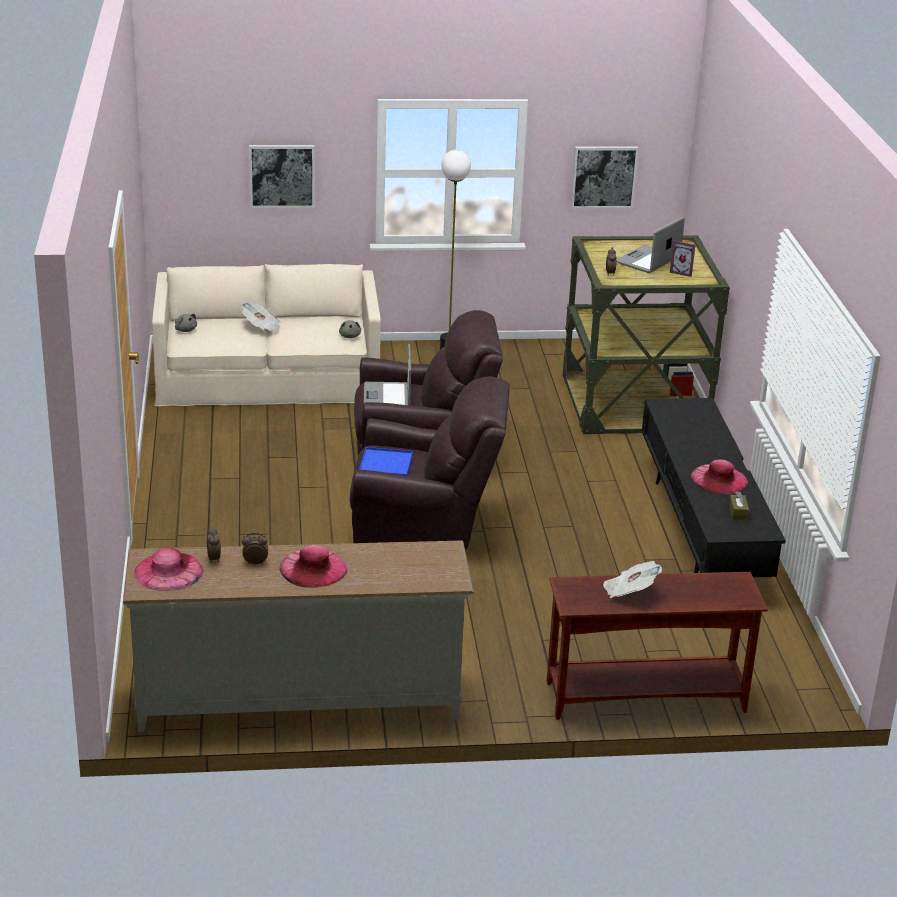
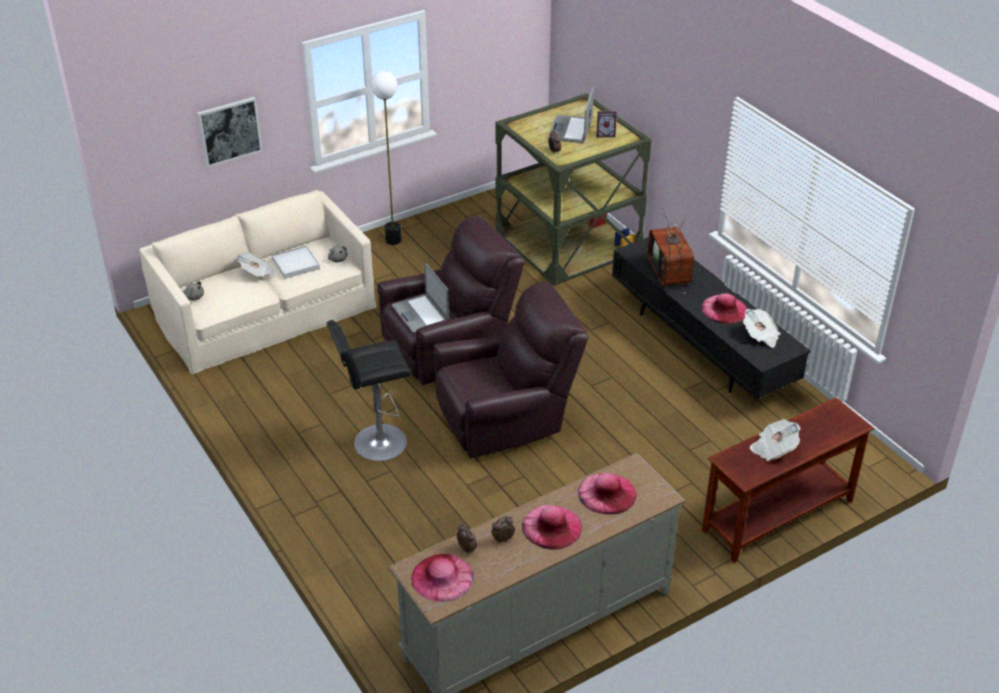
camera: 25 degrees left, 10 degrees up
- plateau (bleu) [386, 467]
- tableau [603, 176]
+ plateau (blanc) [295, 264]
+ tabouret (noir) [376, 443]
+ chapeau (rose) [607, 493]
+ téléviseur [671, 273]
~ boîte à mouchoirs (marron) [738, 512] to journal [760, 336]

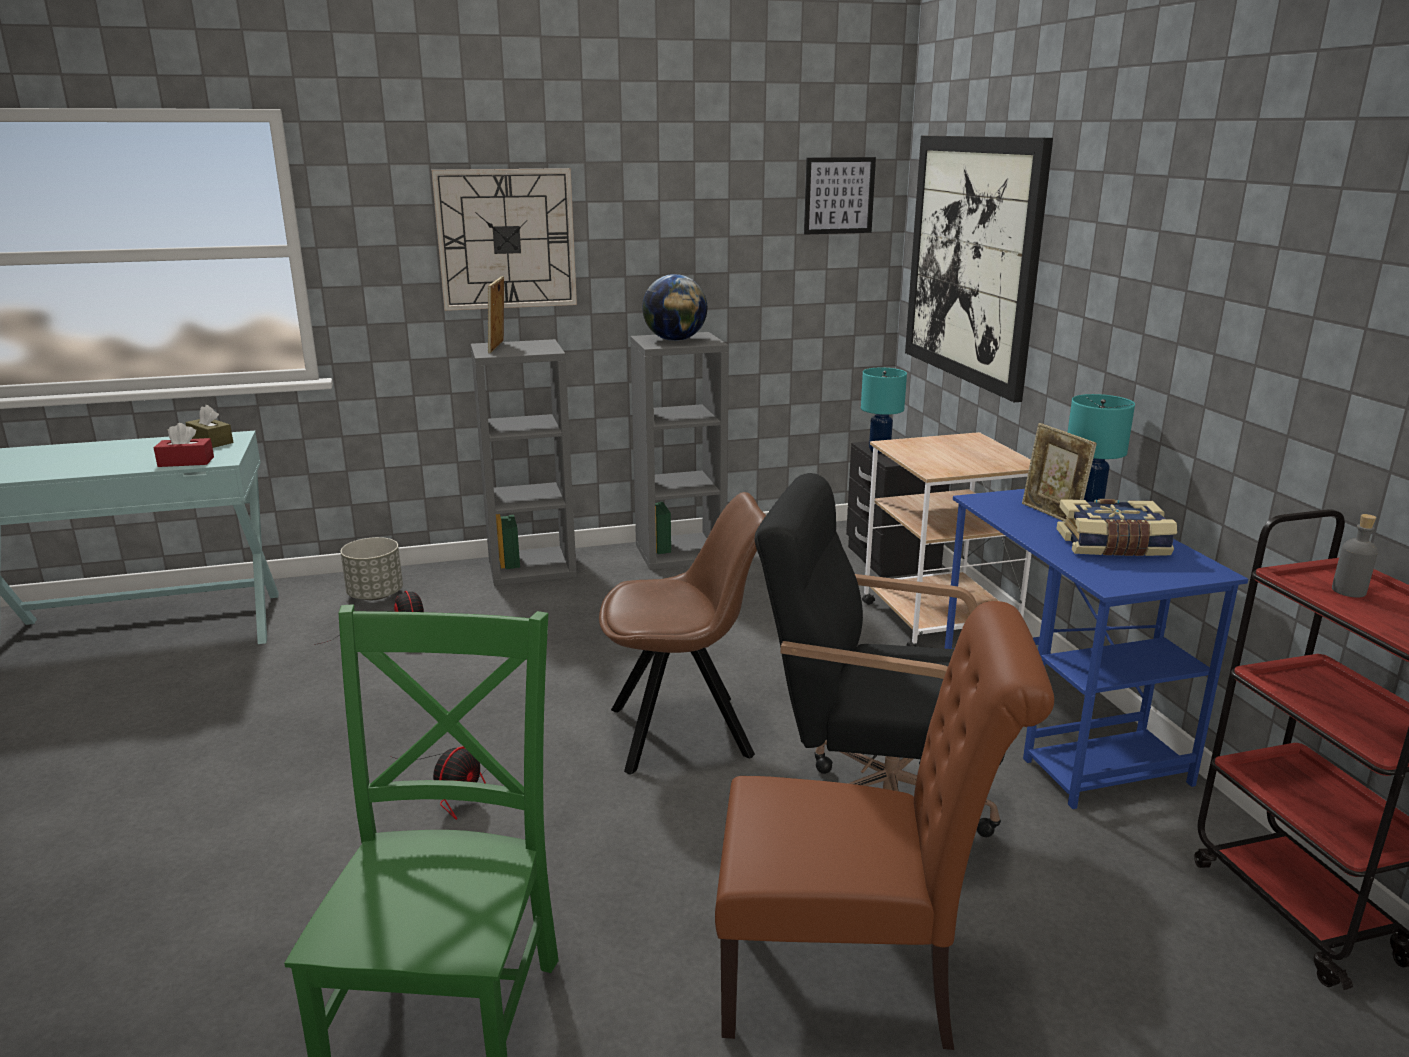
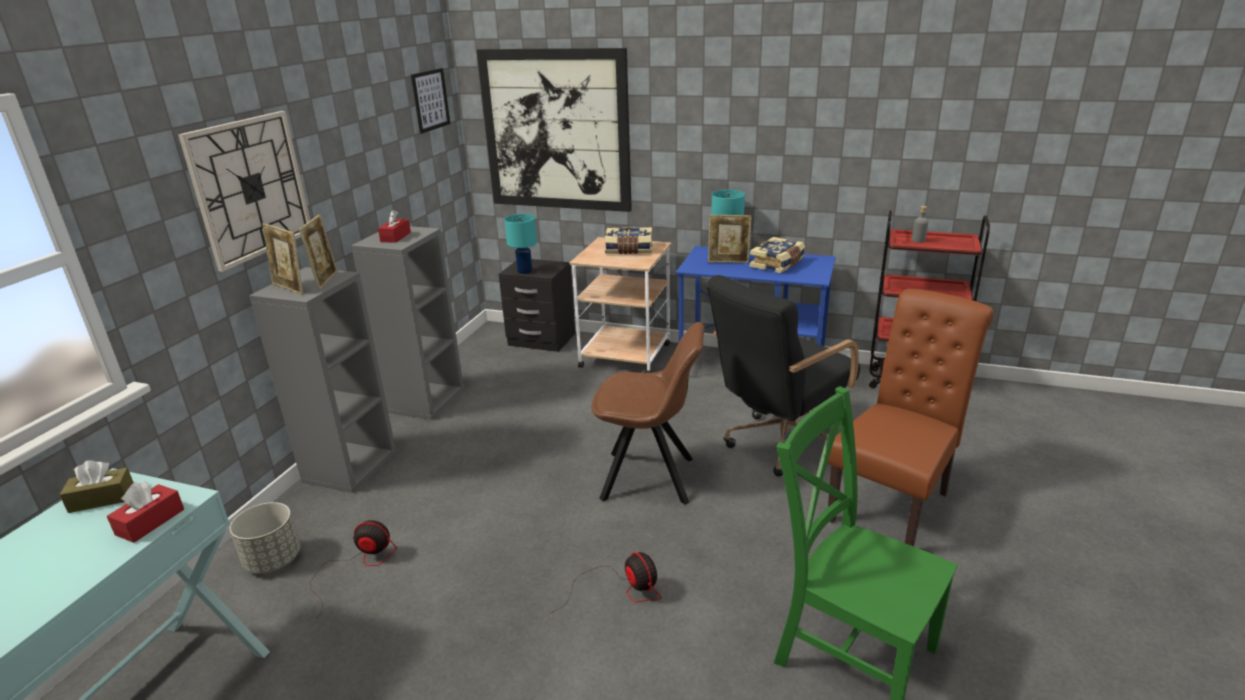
camera: 55 degrees left, 5 degrees up
+ cadre photo [325, 280]
+ livre [629, 250]
~ globe [675, 340] to boîte à mouchoirs (rouge) [395, 237]
~ chaise (marron) [682, 733] = [649, 478] 75 degrees clockwise

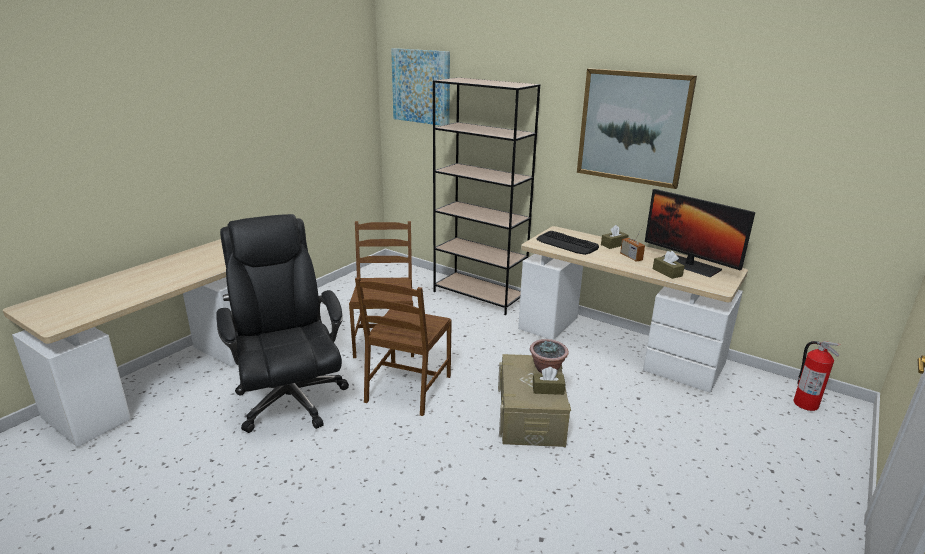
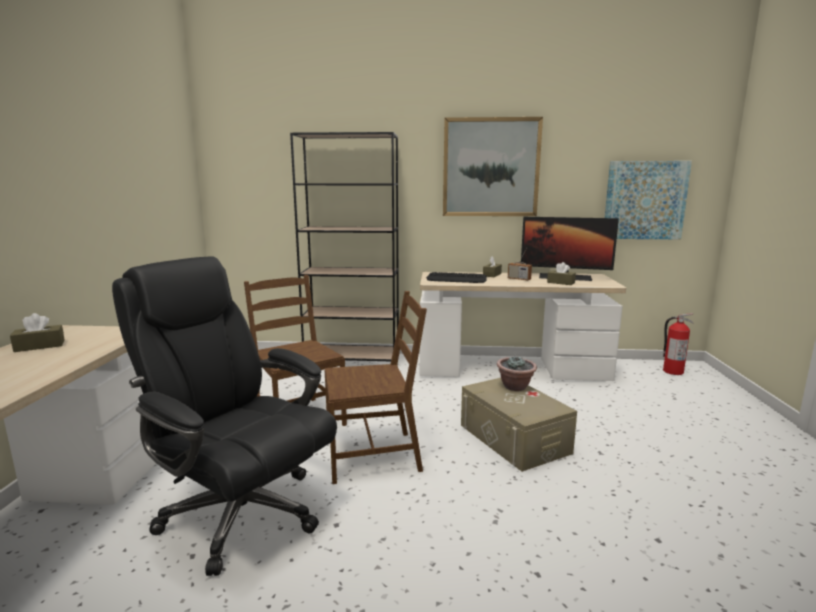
camera: 30 degrees left, 10 degrees down
~ tableau [421, 86] to [644, 200]
~ boîte à mouchoirs (marron) [548, 389] to [39, 346]
~ chaise (marron) [407, 389] = [373, 455] 90 degrees counterclockwise

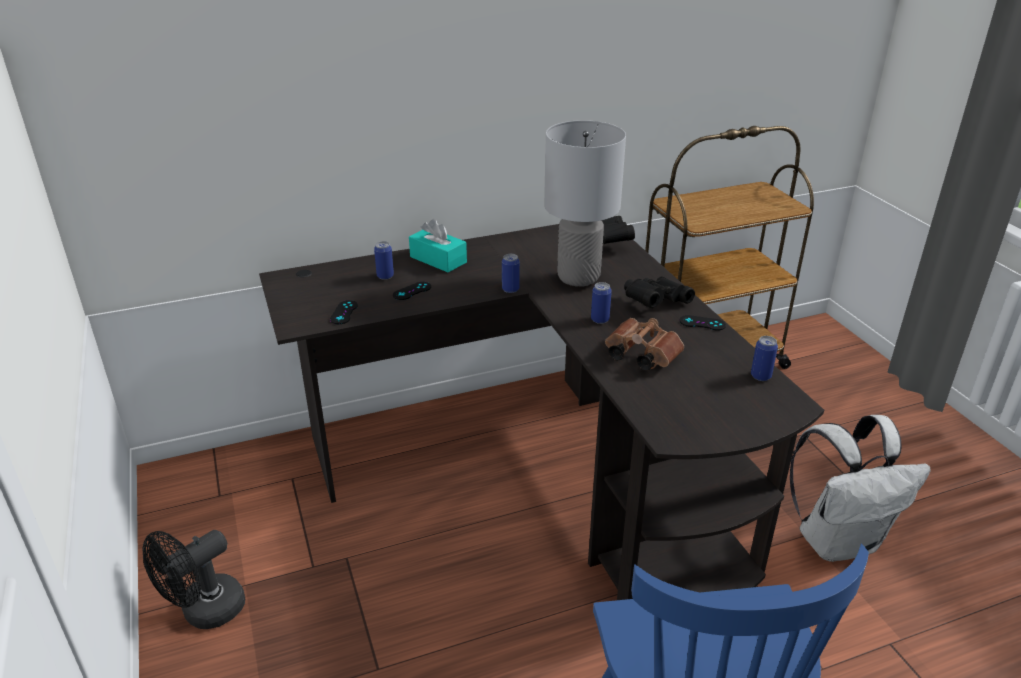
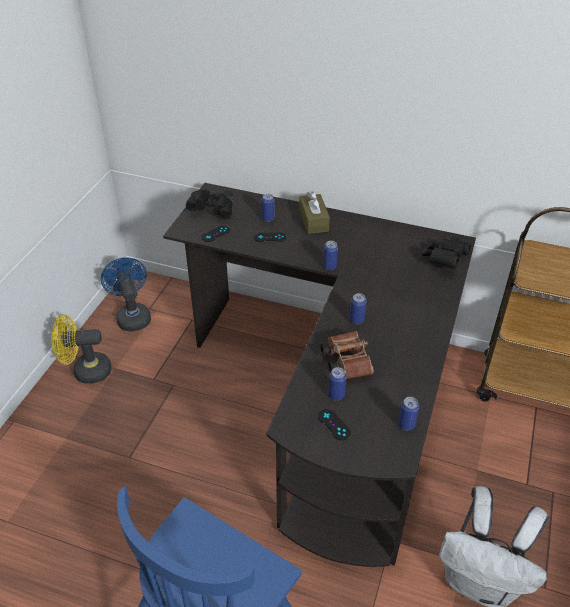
camera: 40 degrees right, 10 degrees up
- lampe de table (gris) [579, 280]
+ ventilateur (bleu) [132, 316]
+ boîte métallique [336, 395]
~ jumelles (noir) [654, 303] to [211, 210]
~ manette (noir) [702, 323] to [334, 424]
~ ventilateur (noir) [205, 612] to ventilateur (jaune) [86, 371]
~ boîte à mouchoirs (turquoise) [438, 259] to boîte à mouchoirs (marron) [313, 221]

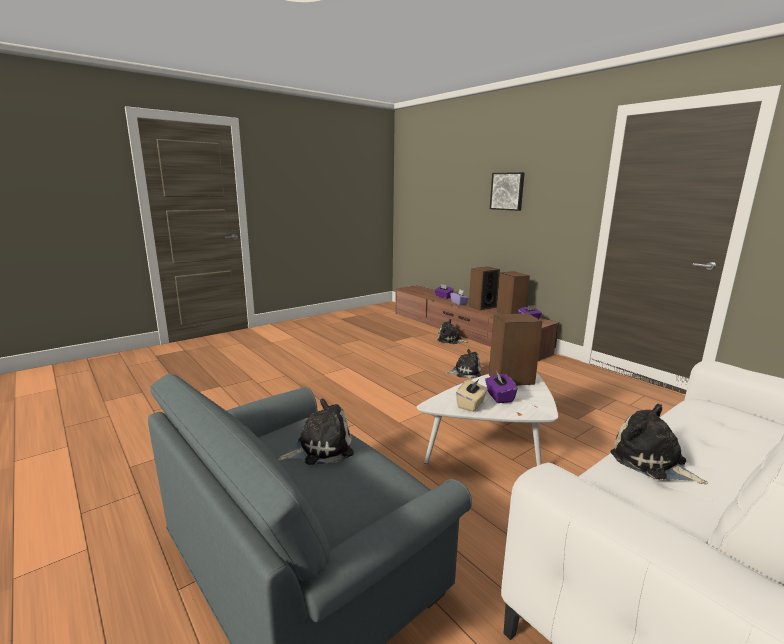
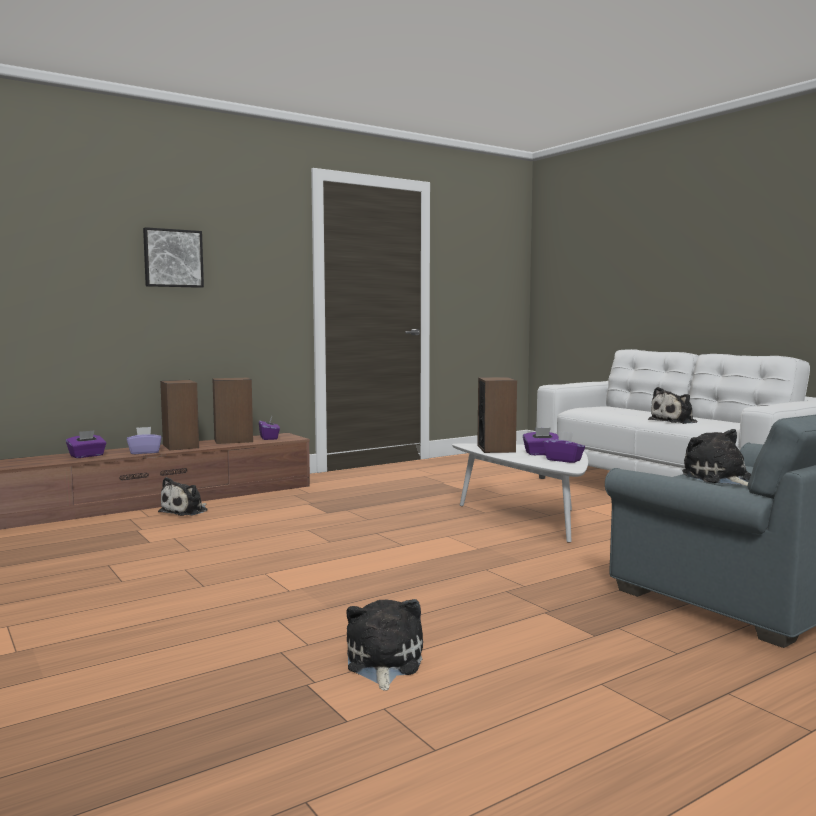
camera: 85 degrees left, 10 degrees down
~ peluche [465, 372] to [383, 663]
~ boîte à mouchoirs (beige) [471, 404] to boîte à mouchoirs (violet) [563, 460]

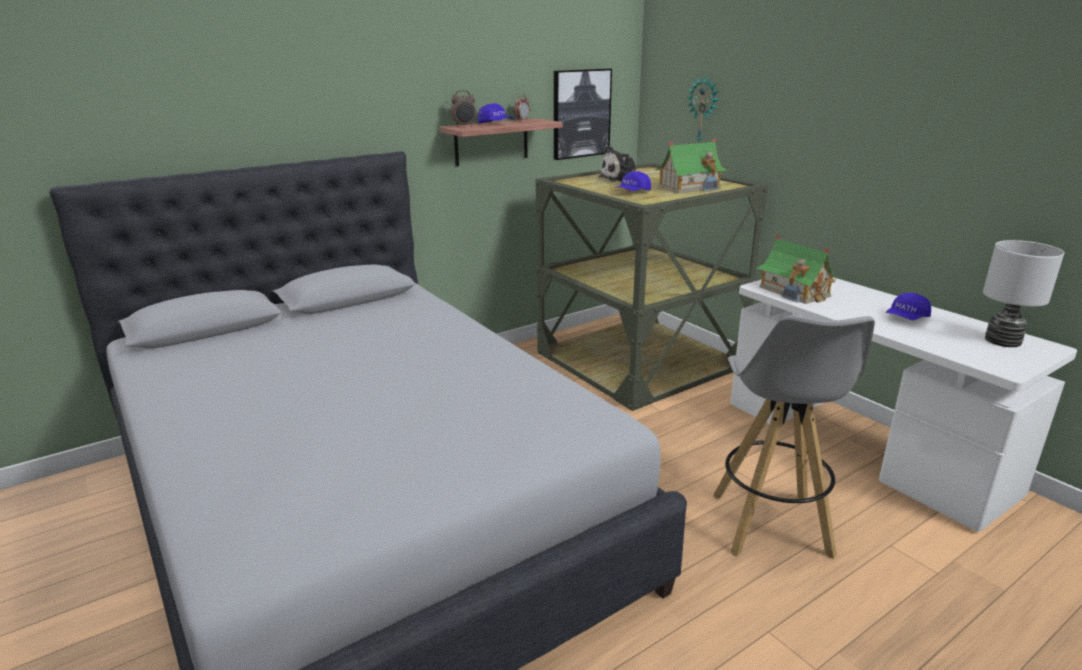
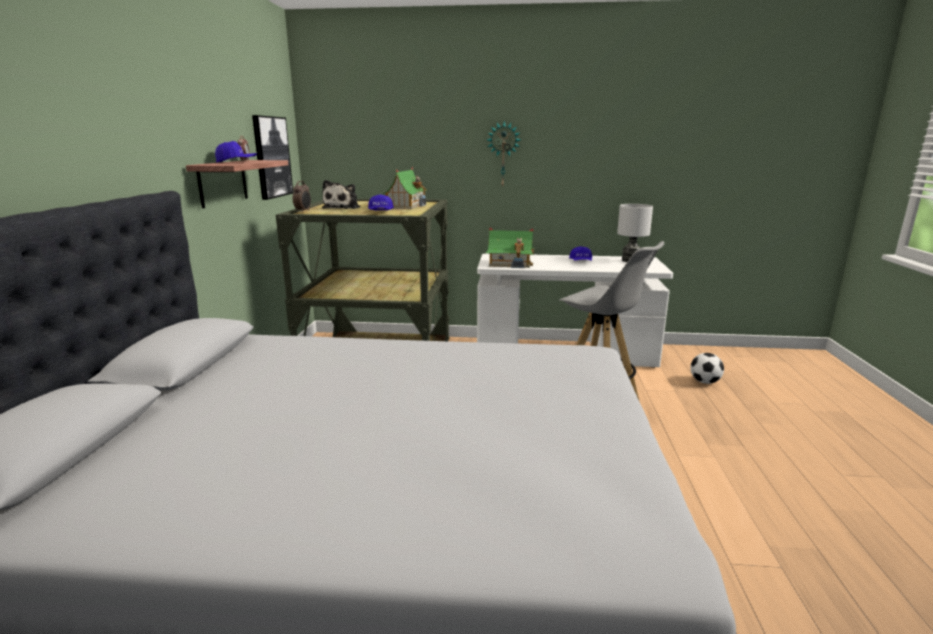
camera: 50 degrees left, 5 degrees down
+ ballon de foot [704, 382]
~ réveil [464, 126] to [303, 211]
~ horloge murale [703, 116] to [503, 154]

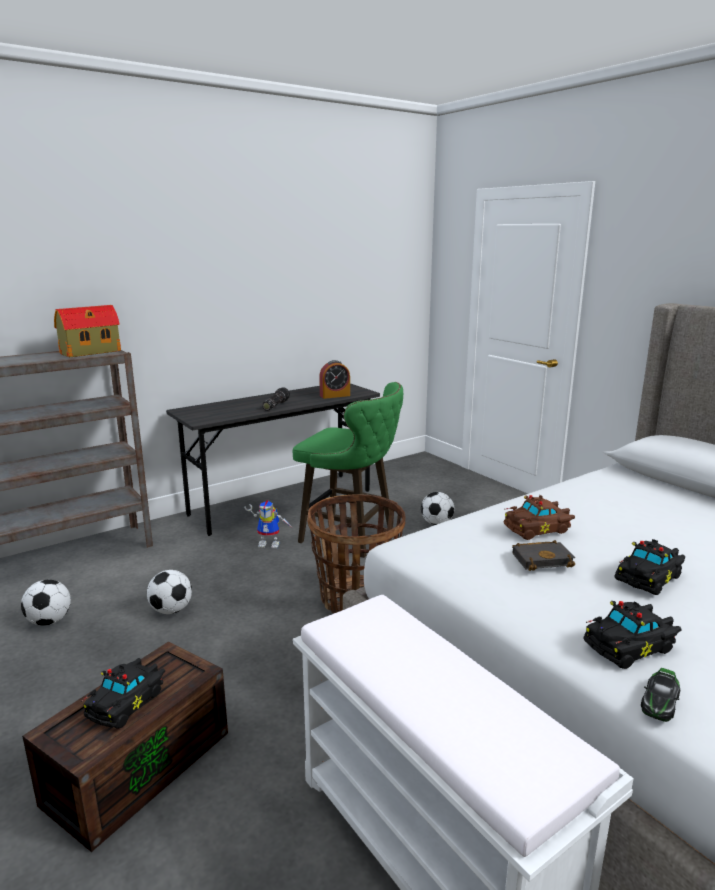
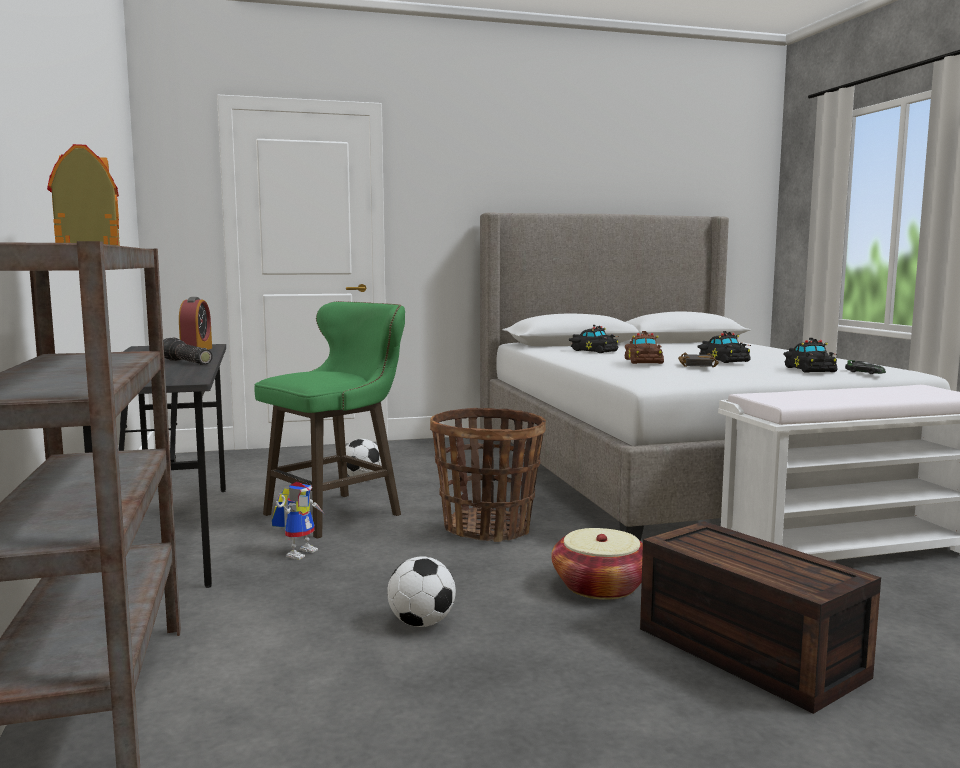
camera: 70 degrees left, 10 degrees down
- ballon de foot [49, 621]
+ panier [600, 587]
~ petite voiture (noir) [127, 702] to [593, 350]

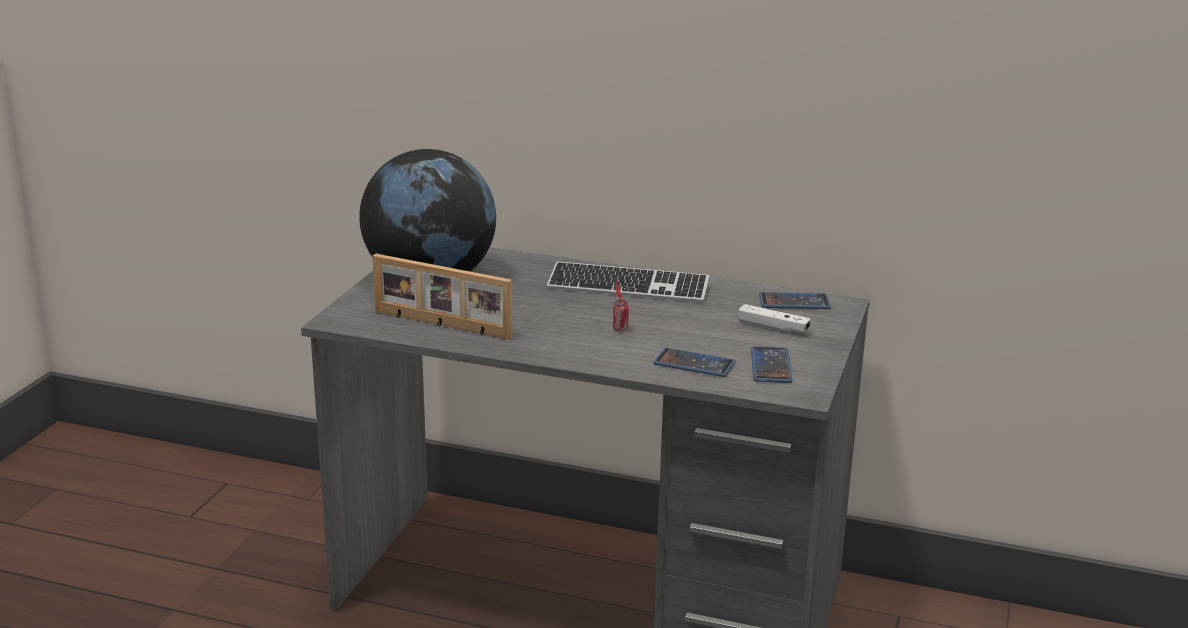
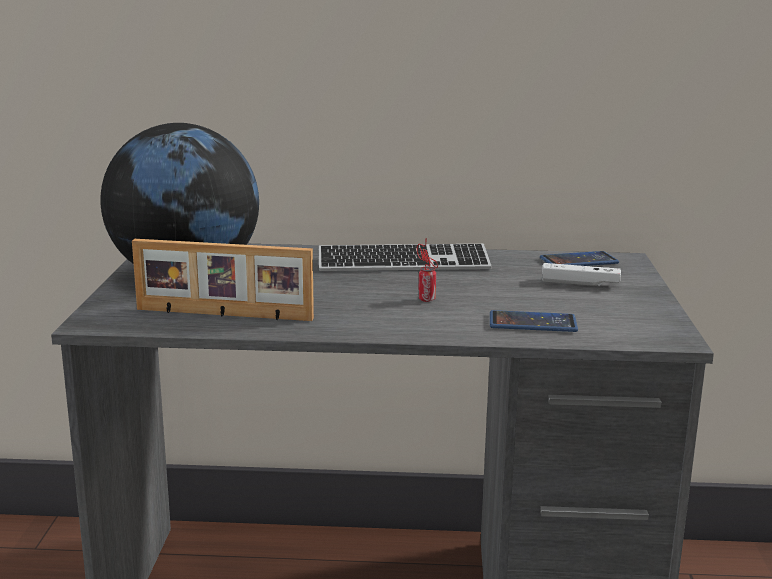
camera: 15 degrees left, 5 degrees down
- téléphone [771, 366]

